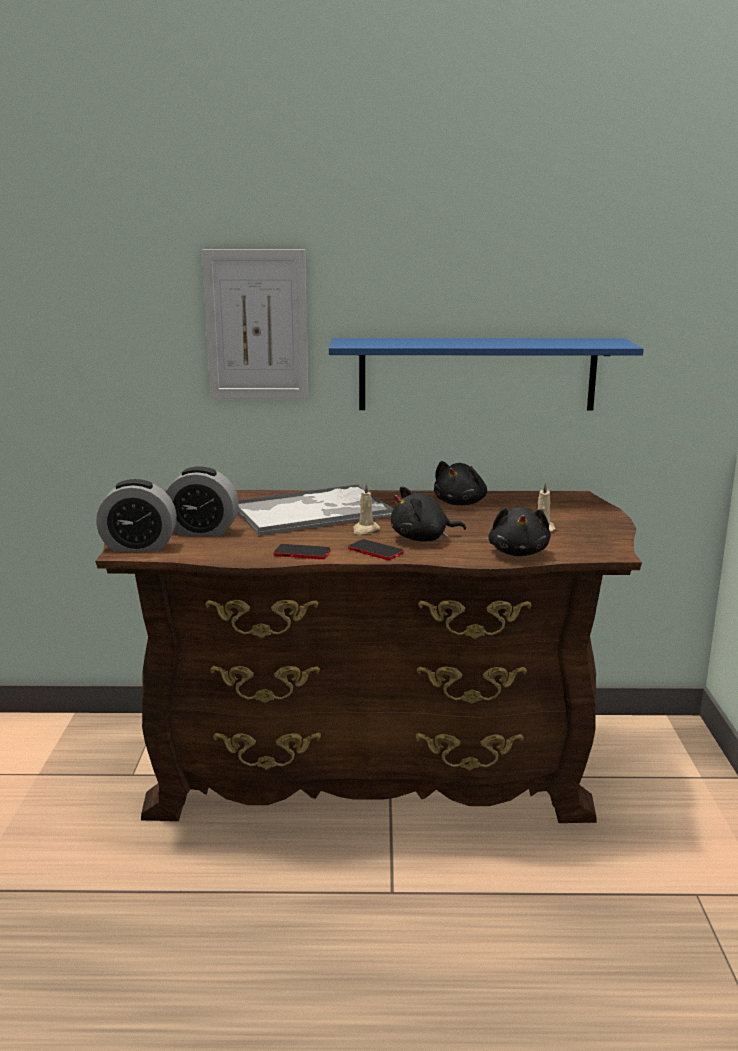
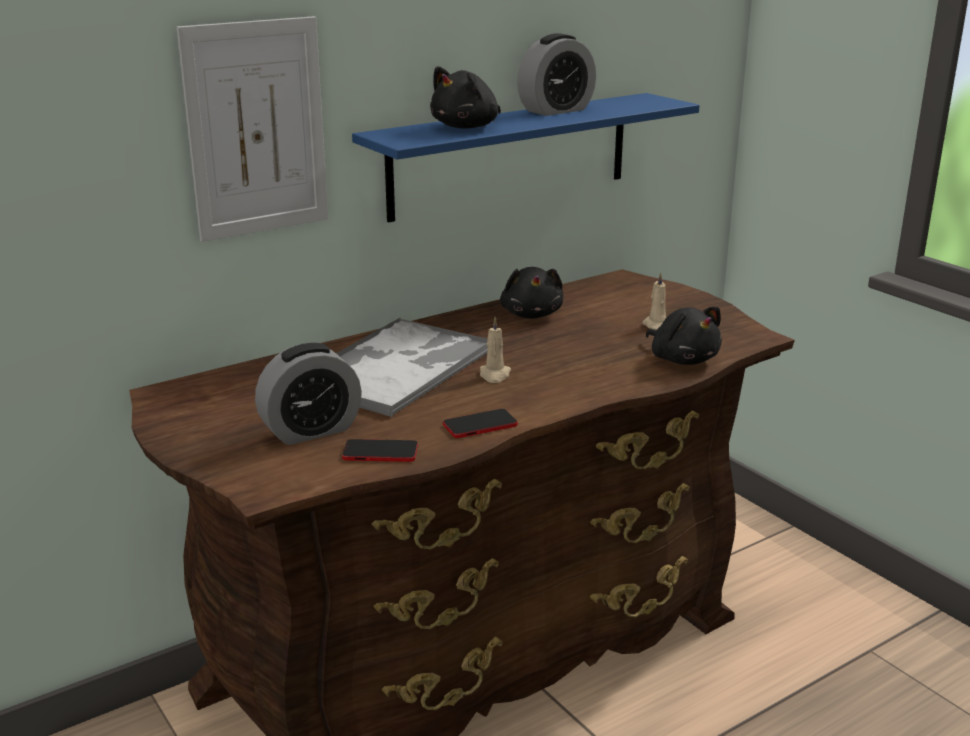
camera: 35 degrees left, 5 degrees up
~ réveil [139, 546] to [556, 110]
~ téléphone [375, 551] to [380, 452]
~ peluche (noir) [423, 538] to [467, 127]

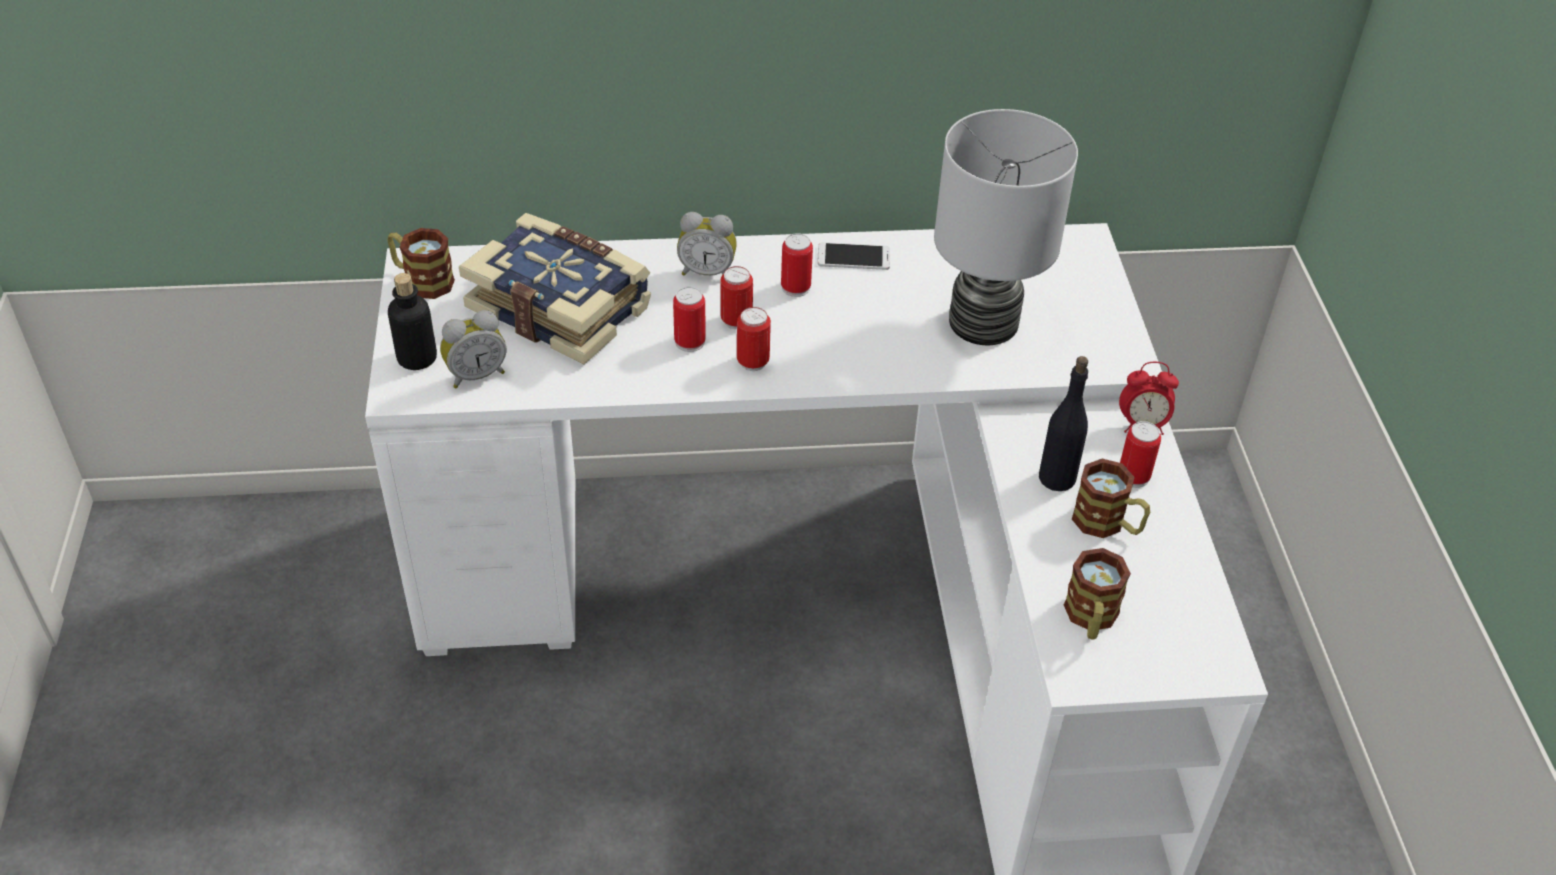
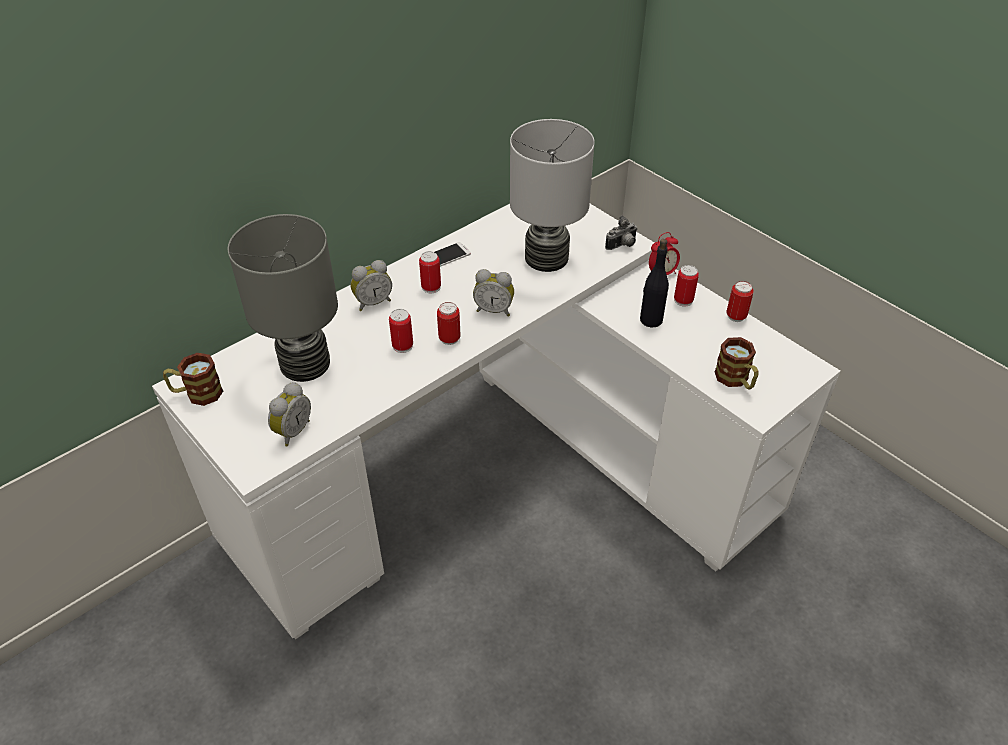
camera: 35 degrees left, 0 degrees up
- bouteille [417, 358]
- mug [1107, 524]
+ réveil [494, 310]
+ appareil photo [622, 246]
~ boîte métallique [736, 321] to [736, 316]
~ livre [561, 307] to lampe de table (gris) [305, 364]

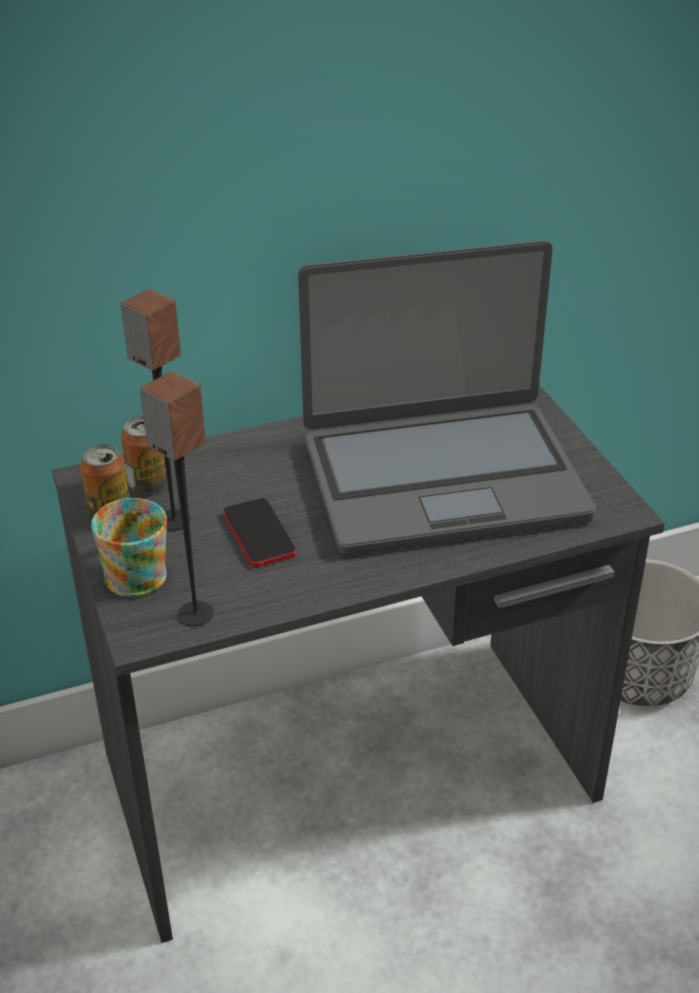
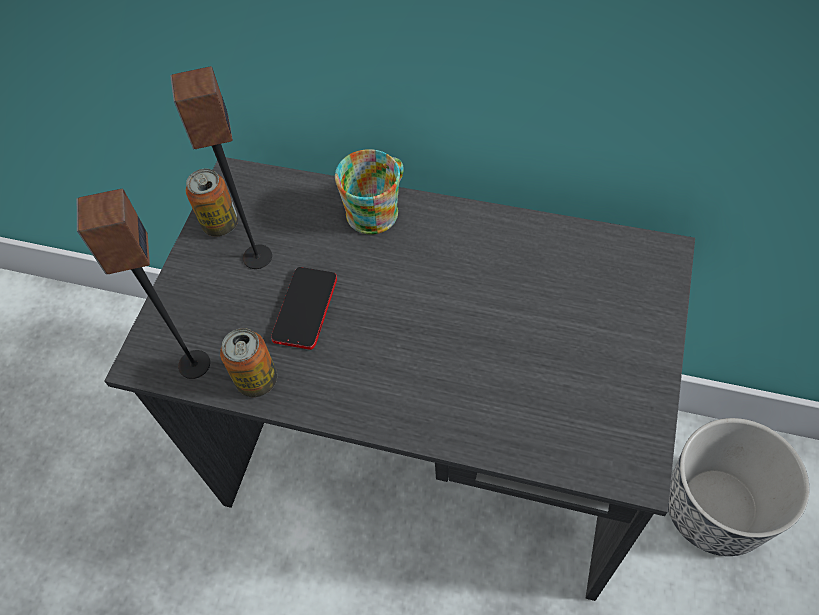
camera: 40 degrees right, 20 degrees up
- ordinateur portable [442, 478]
~ mug [139, 571] to [378, 209]
~ boîte métallique [148, 484] to [257, 380]

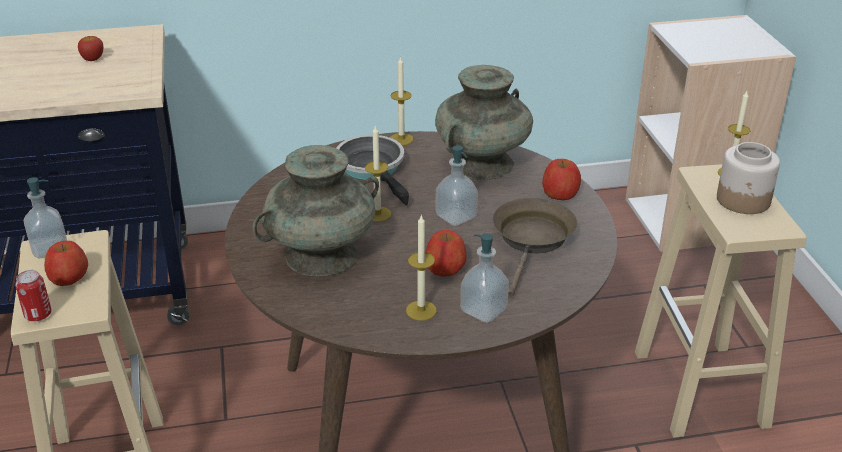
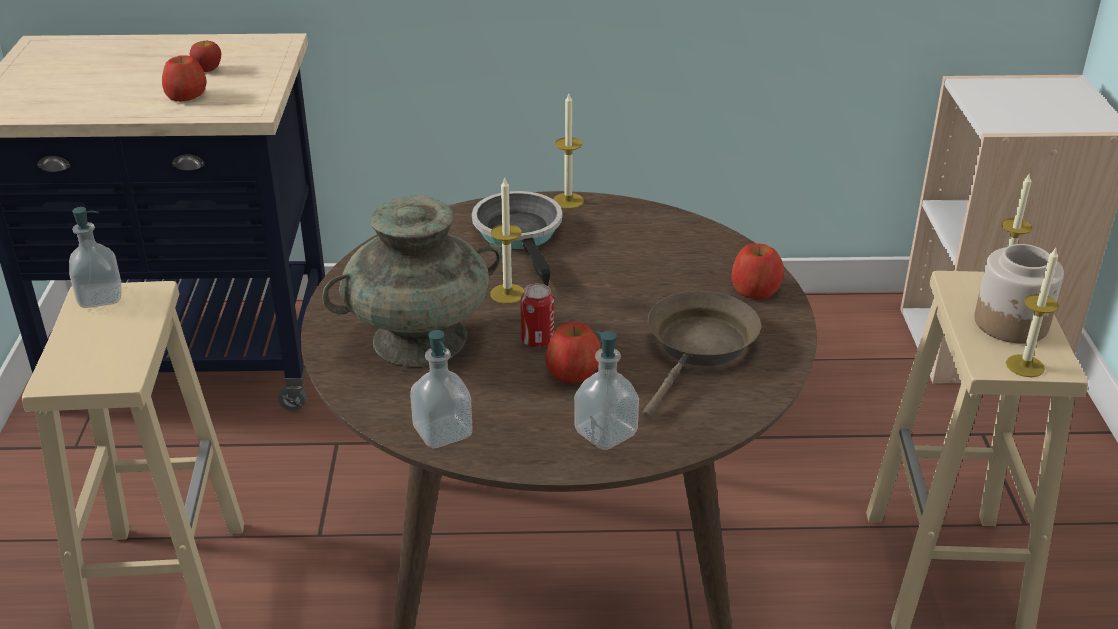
camera: 10 degrees right, 0 degrees up
- vase (turquoise) [481, 164]
~ boîte métallique [38, 315] to [537, 340]
~ pomme [69, 278] to [186, 96]
~ bougie [421, 310] to [1025, 366]
~ distributeur de savon [456, 217] to [443, 432]

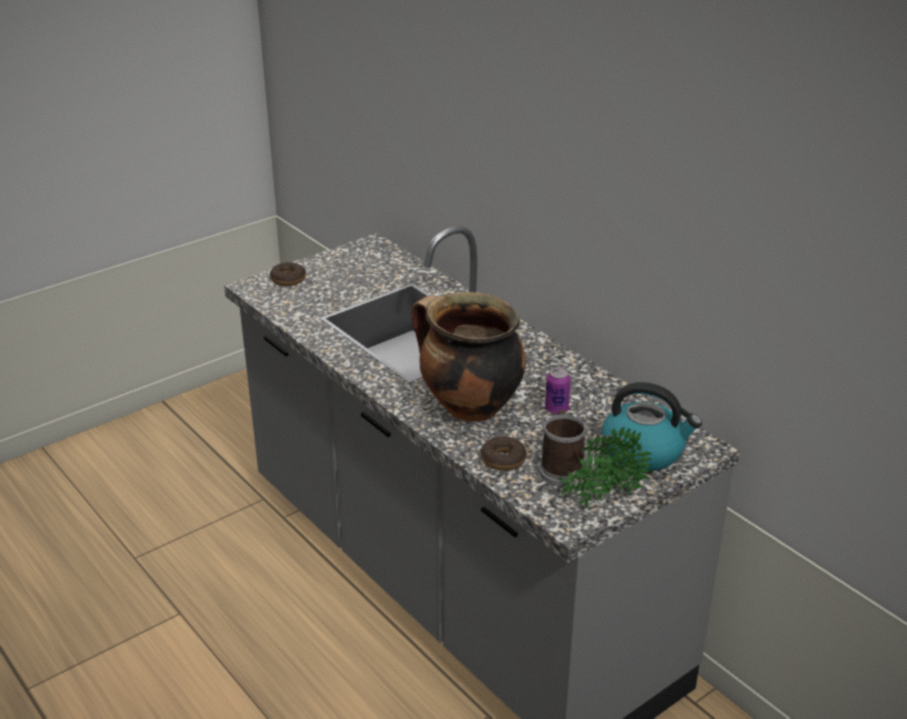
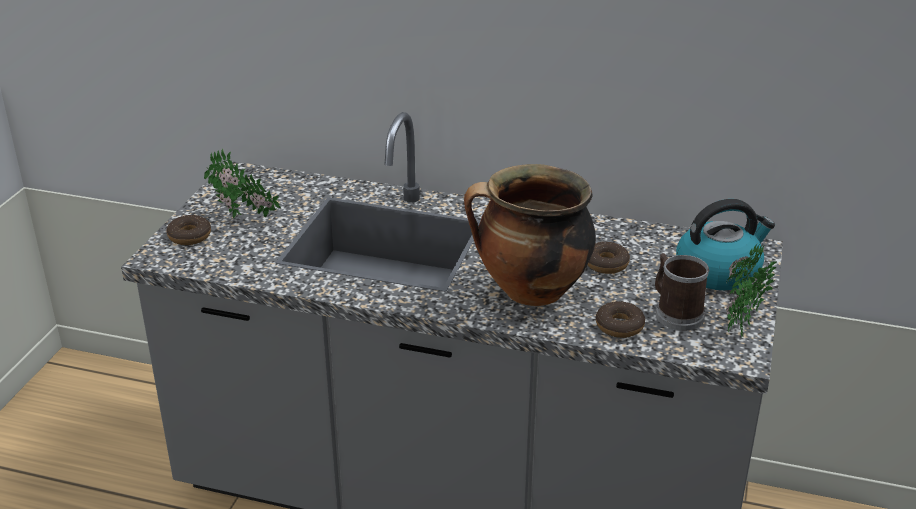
camera: 35 degrees left, 0 degrees up
+ plante en pot [244, 219]
~ boîte métallique [556, 409] to beignet [606, 264]

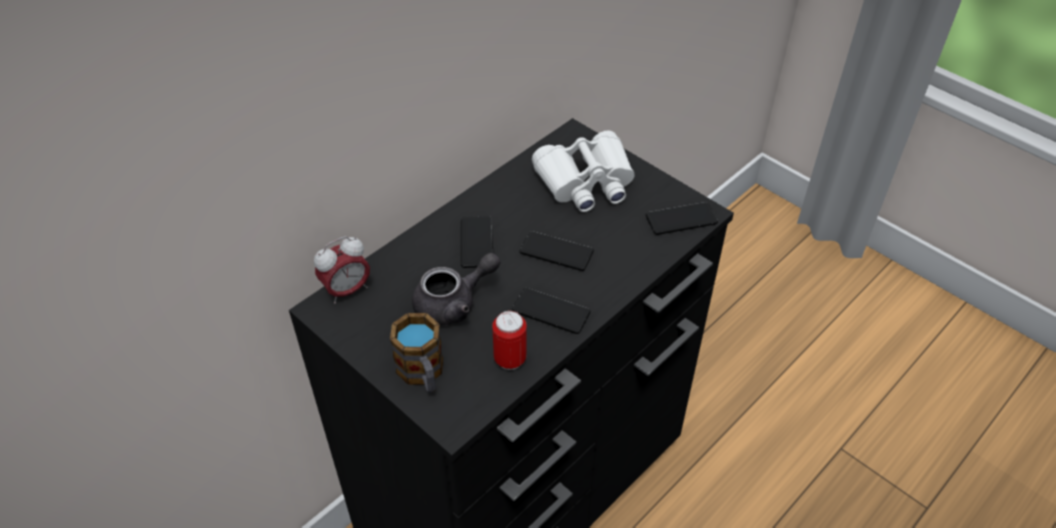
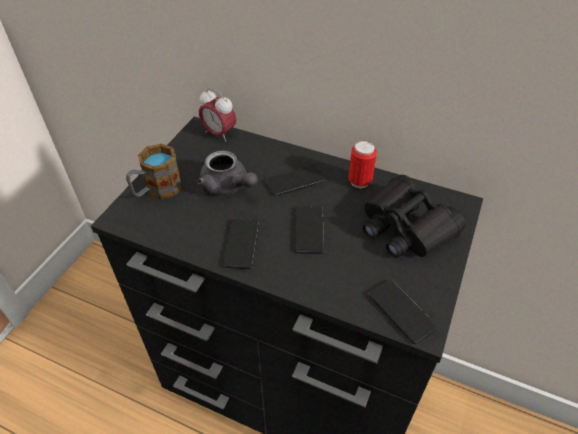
camera: 70 degrees right, 0 degrees up
~ boîte métallique [510, 359] to [359, 181]
~ jumelles (blanc) [586, 182] to jumelles (noir) [405, 228]

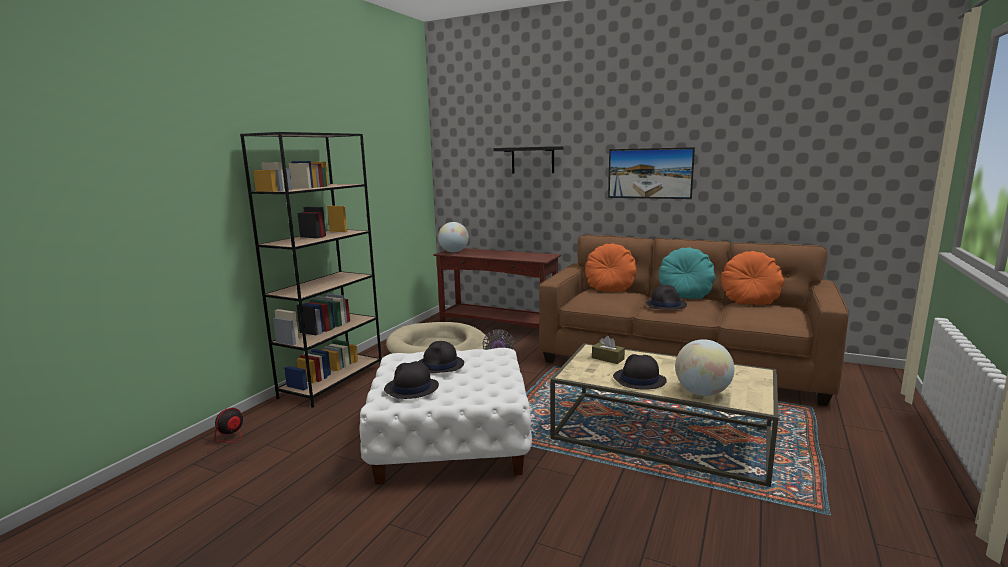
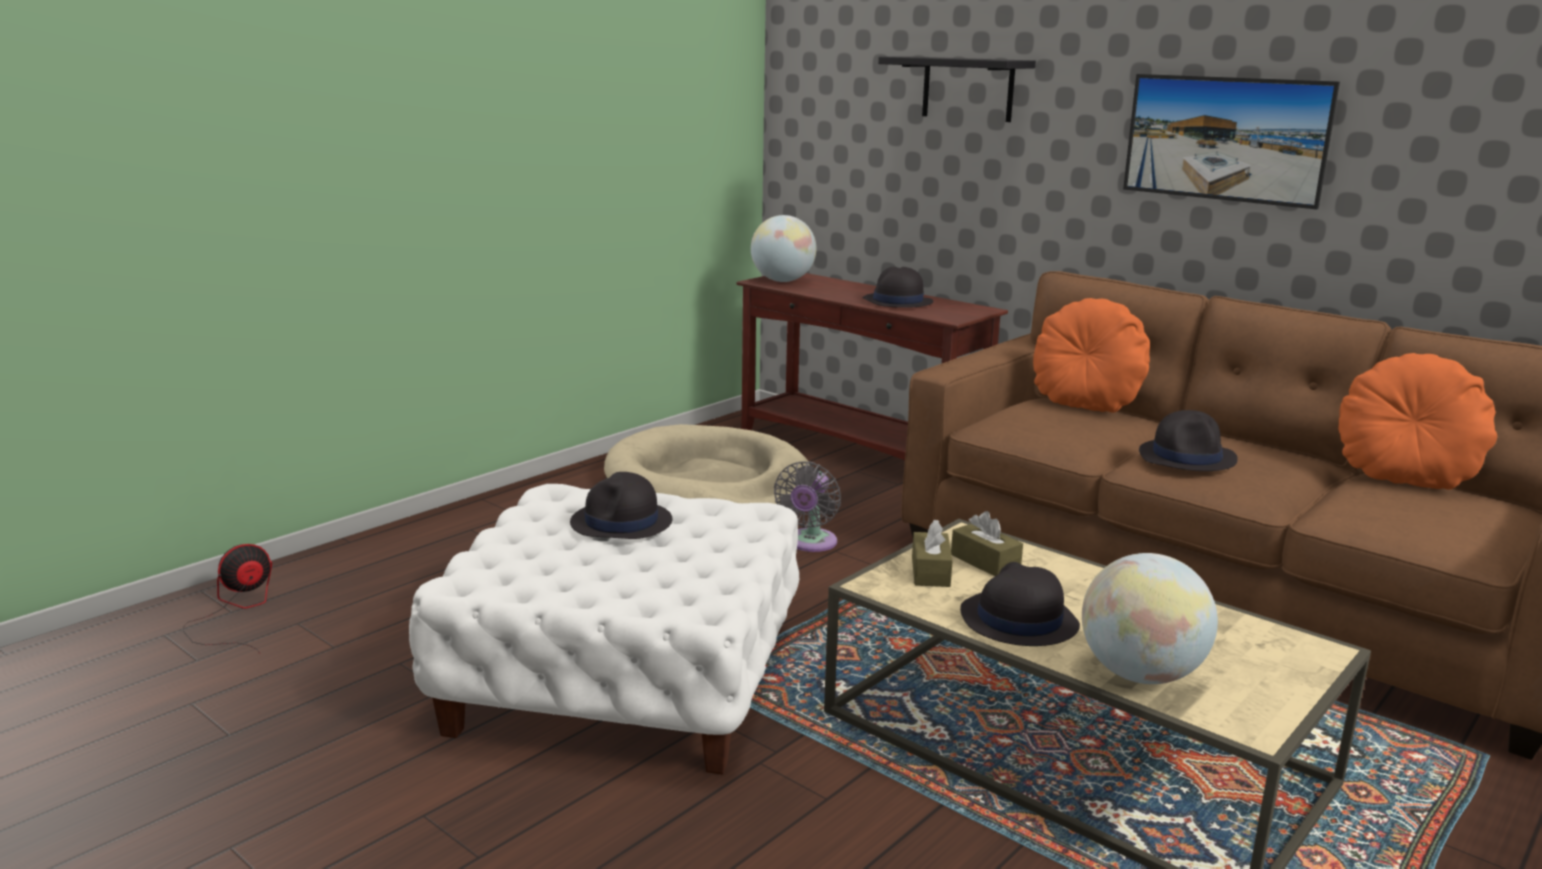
camera: 15 degrees right, 5 degrees up
- bibliothèque (beige) [332, 381]
- coussin (turquoise) [685, 297]
+ boîte à mouchoirs (marron) [930, 571]
~ chapeau (noir) [411, 388] to [897, 302]

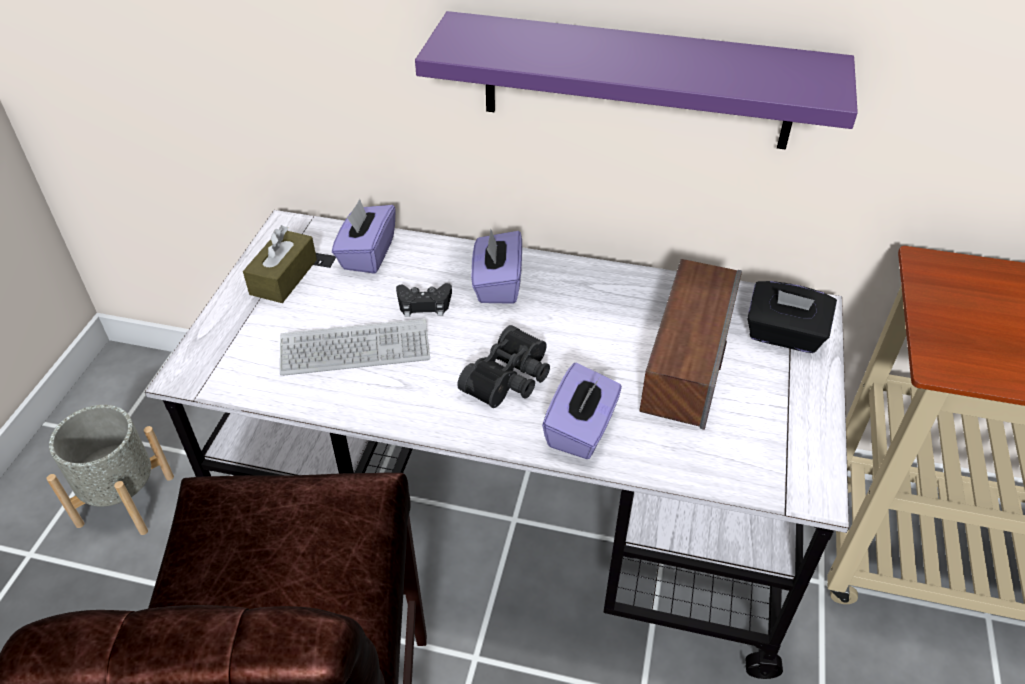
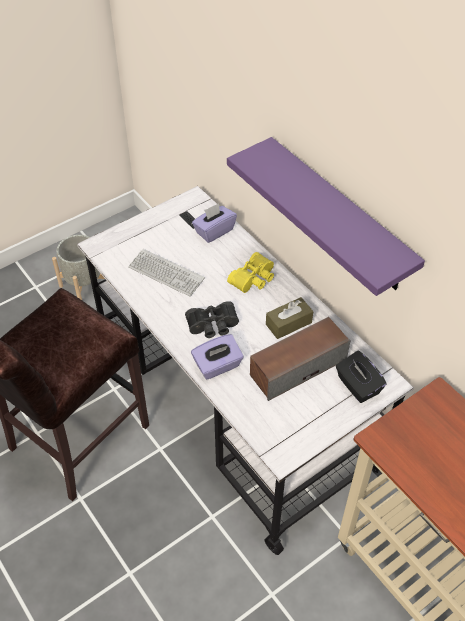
camera: 40 degrees right, 5 degrees up
- manette (noir) [424, 304]
~ boîte à mouchoirs (marron) [283, 277] to [288, 323]
~ boîte à mouchoirs (violet) [497, 284] to jumelles (jaune) [254, 279]

